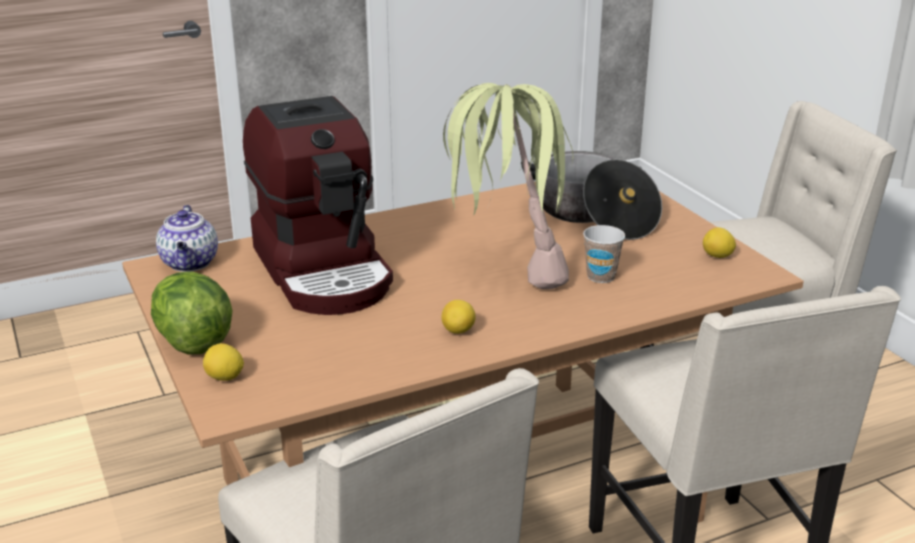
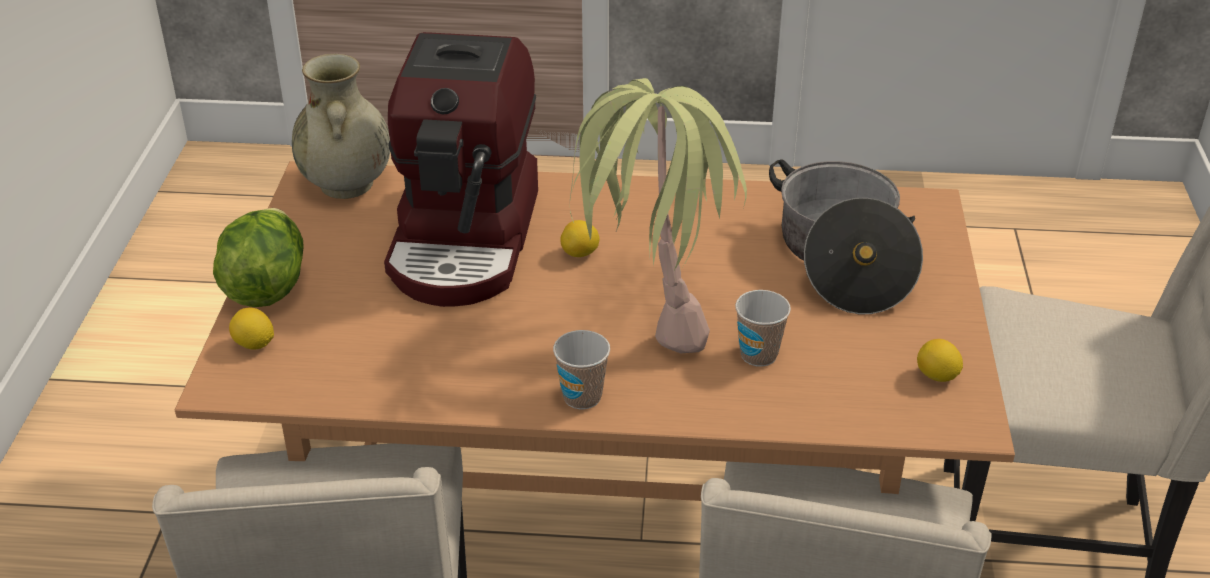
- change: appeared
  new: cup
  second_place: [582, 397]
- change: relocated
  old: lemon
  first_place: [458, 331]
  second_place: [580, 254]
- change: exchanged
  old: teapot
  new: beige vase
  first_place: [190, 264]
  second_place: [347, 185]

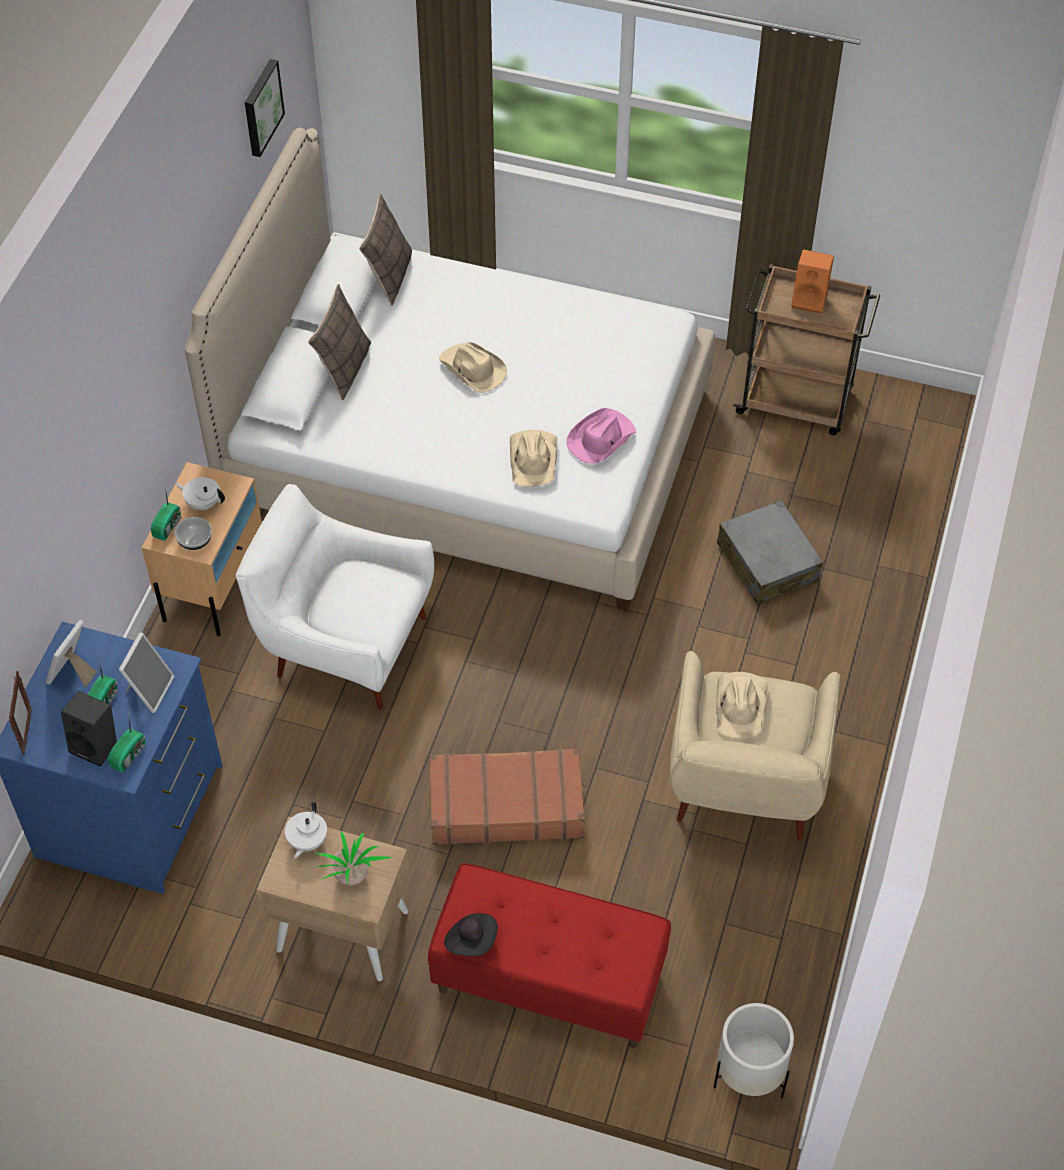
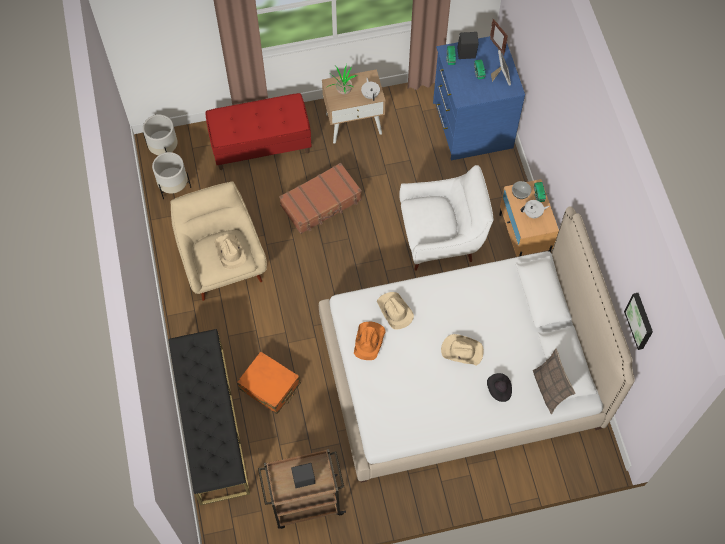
- change: missing
  old: picture frame
  first_place: [149, 689]
- change: missing
  old: pillow
  first_place: [344, 368]
- change: appeared
  new: white planter
  second_place: [174, 186]
- change: appeared
  new: black bench
  second_place: [211, 423]
- change: relocated
  old: black hat
  first_place: [472, 941]
  second_place: [499, 390]
- change: colour
  old: pink hat
  new: orange hat
  first_place: [600, 439]
  second_place: [369, 341]
- change: colour
  old: grey suitcase
  new: orange suitcase
  first_place: [767, 562]
  second_place: [269, 386]
- change: colour
  old: orange speaker
  new: black speaker
  first_place: [810, 300]
  second_place: [303, 481]

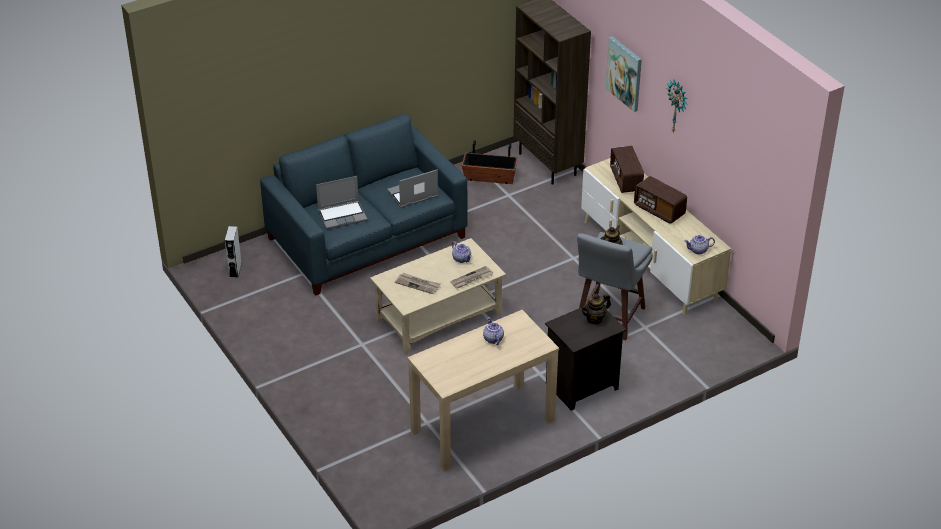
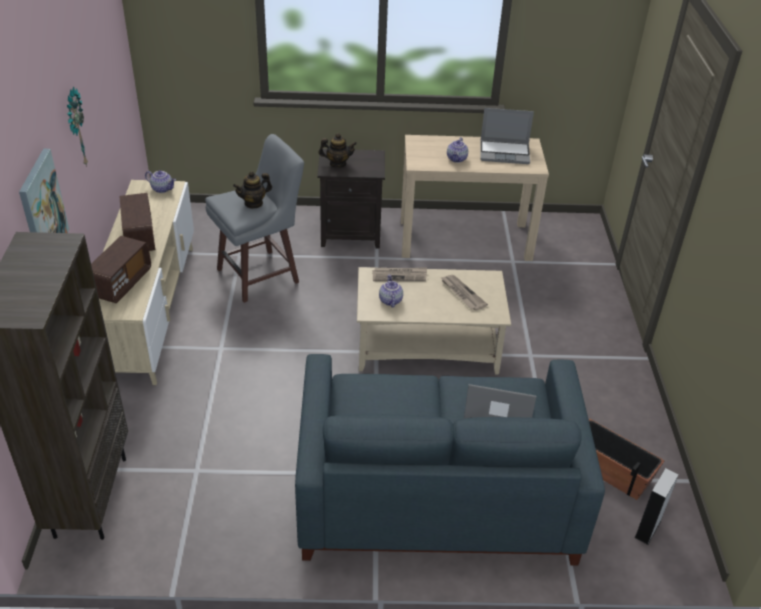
- change: relocated
  old: laptop
  first_place: [412, 194]
  second_place: [505, 153]
- change: relocated
  old: planter
  first_place: [489, 177]
  second_place: [610, 471]

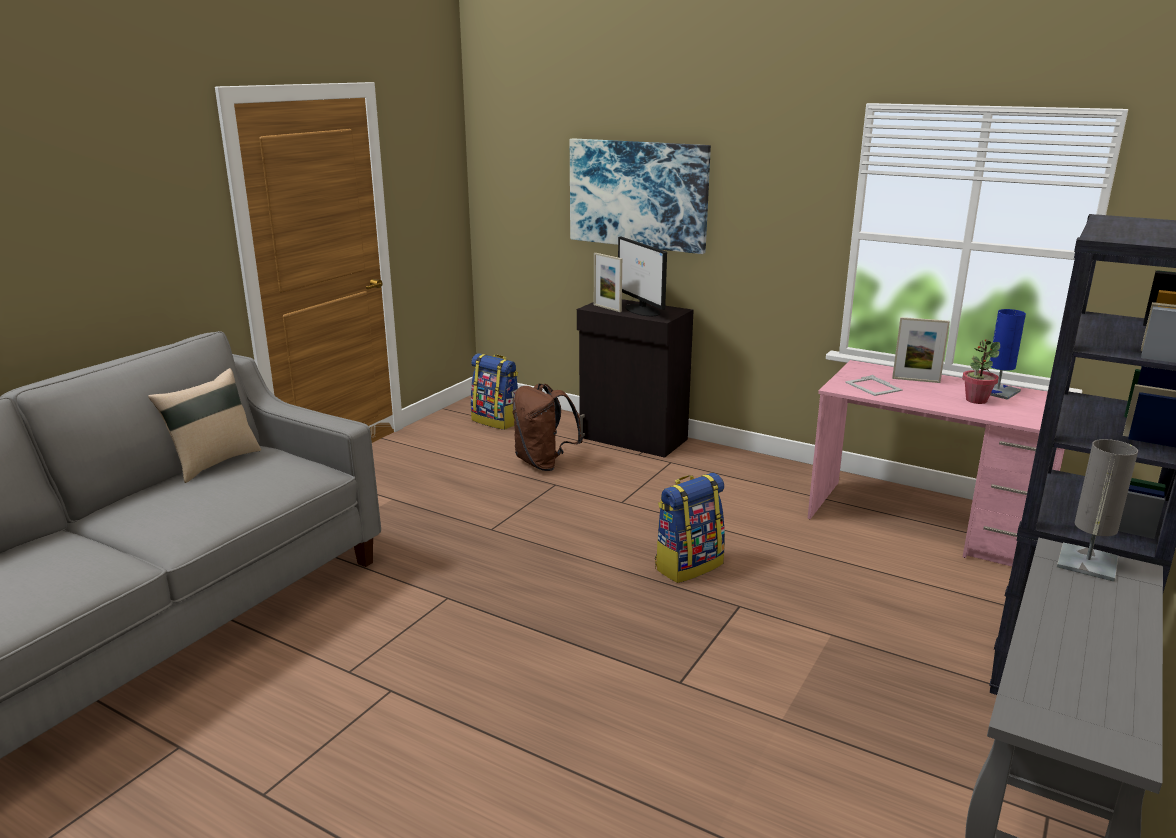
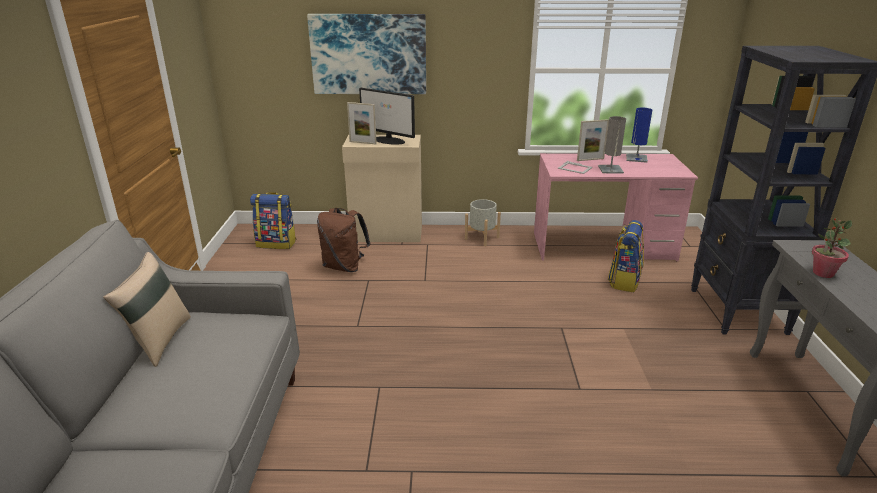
- change: appeared
  new: grey planter
  second_place: [482, 238]
- change: relocated
  old: backpack
  first_place: [688, 565]
  second_place: [624, 281]
- change: relocated
  old: potted plant
  first_place: [976, 400]
  second_place: [822, 273]
- change: relocated
  old: grey table lamp
  first_place: [1087, 563]
  second_place: [610, 169]
- change: colour
  old: black cabinet
  new: beige cabinet
  first_place: [633, 439]
  second_place: [387, 234]

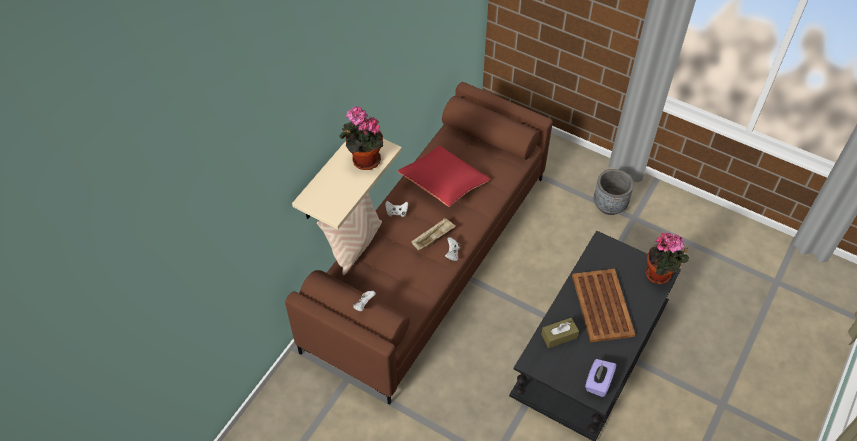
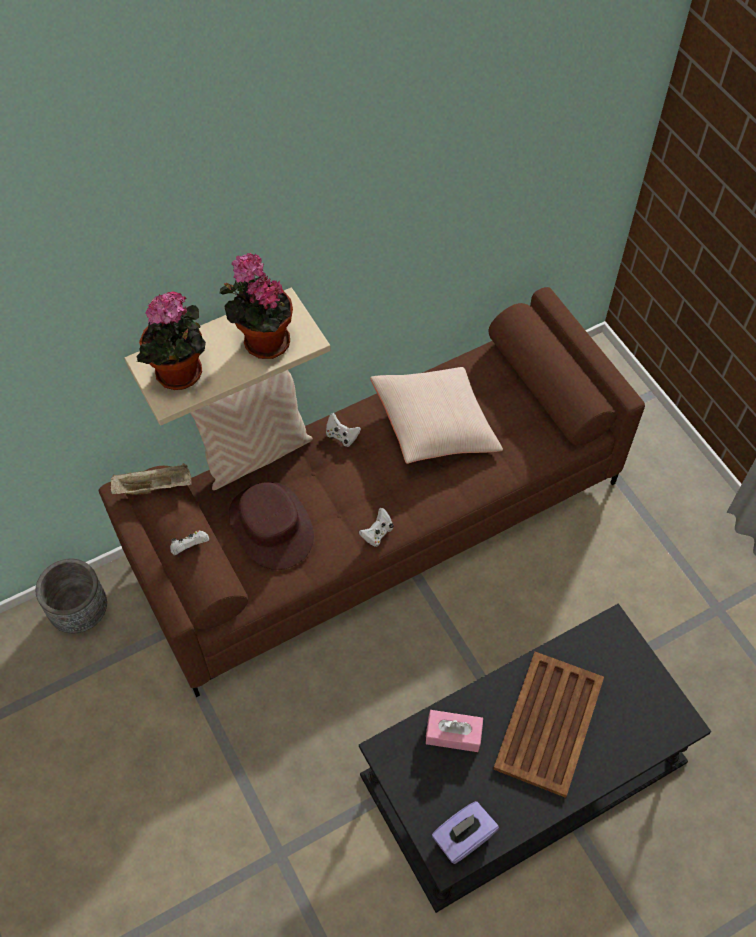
- change: appeared
  new: brown hat
  second_place: [271, 526]
- change: relocated
  old: beige tray
  first_place: [433, 238]
  second_place: [154, 486]
- change: relocated
  old: grey planter
  first_place: [609, 205]
  second_place: [81, 612]
- change: relocated
  old: potted plant
  first_place: [660, 275]
  second_place: [181, 376]
- change: colour
  old: red pillow
  new: beige pillow
  first_place: [444, 184]
  second_place: [435, 426]
- change: colour
  old: brown tissue box
  new: pink tissue box
  first_place: [559, 336]
  second_place: [453, 734]

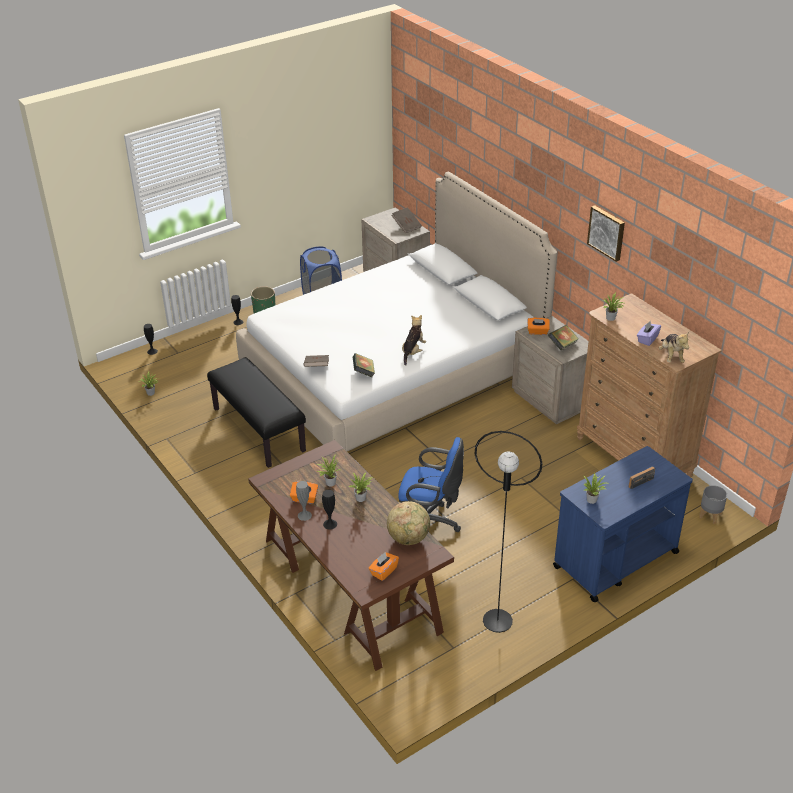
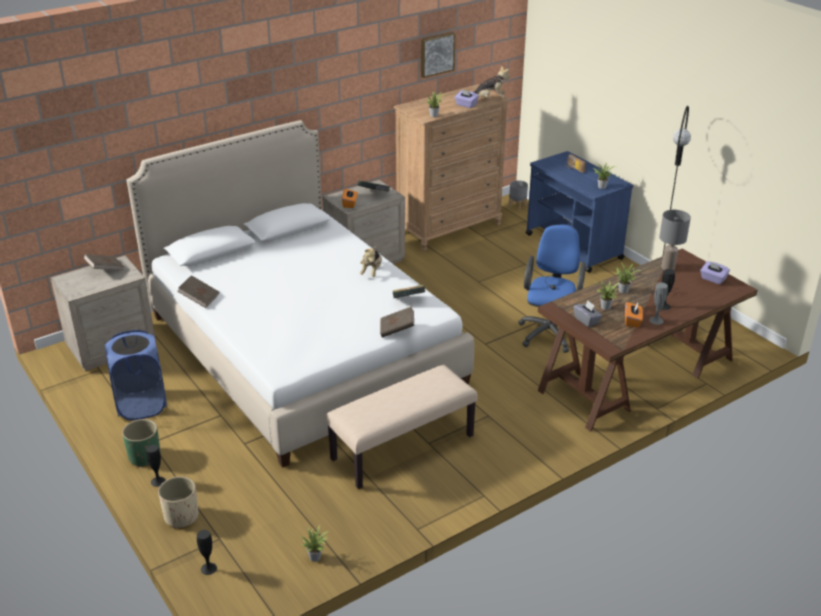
- change: appeared
  new: beige planter
  second_place: [181, 516]
- change: appeared
  new: brown book
  second_place: [199, 299]
- change: appeared
  new: grey tissue box
  second_place: [586, 320]
- change: relocated
  old: picture
  first_place: [607, 232]
  second_place: [436, 54]
- change: exchanged
  old: globe
  new: grey table lamp
  first_place: [408, 538]
  second_place: [667, 267]
- change: colour
  old: black bench
  new: beige bench
  first_place: [259, 429]
  second_place: [402, 447]
- change: colour
  old: orange tissue box
  new: purple tissue box
  first_place: [383, 571]
  second_place: [713, 279]
- change: spun
  old: plush toy
  first_place: [413, 352]
  second_place: [371, 271]
  degrees: -105

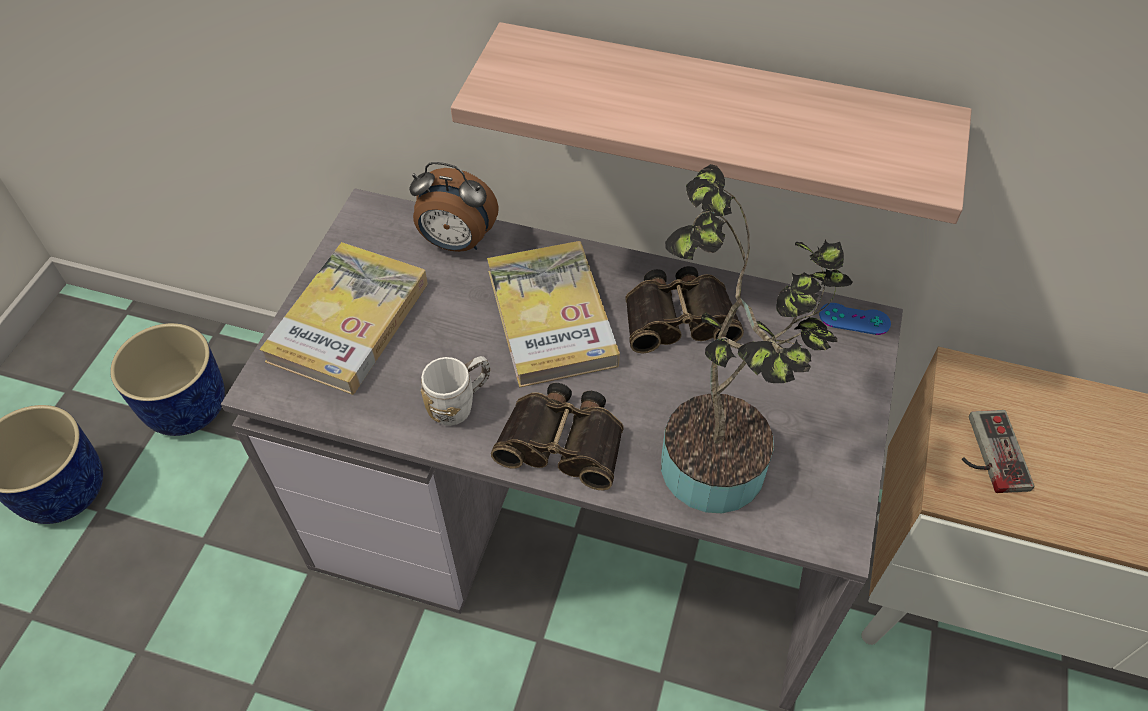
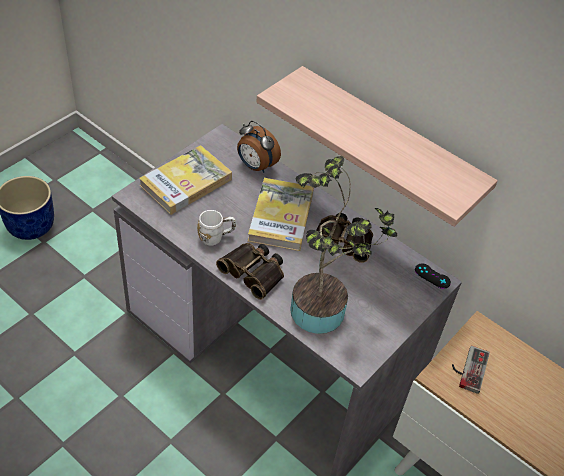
- change: missing
  old: blue planter
  first_place: [187, 405]
- change: colour
  old: blue game controller
  new: black game controller
  first_place: [854, 319]
  second_place: [432, 276]

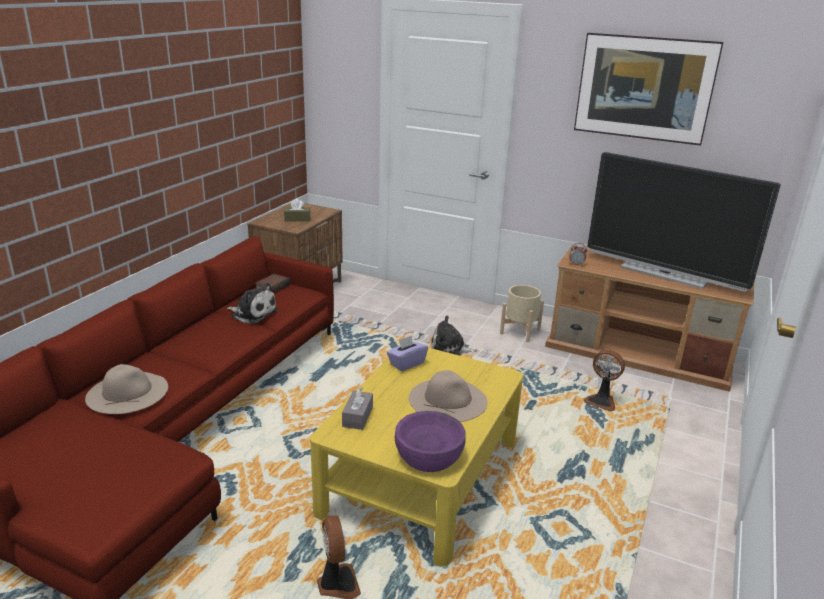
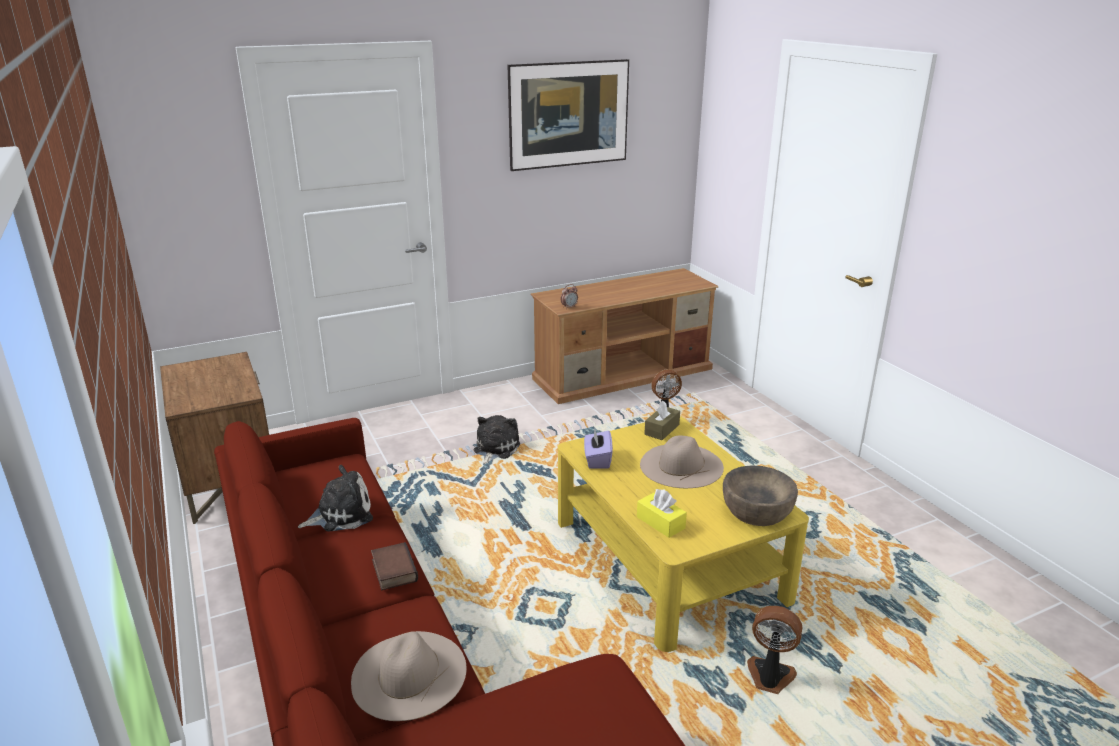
- change: missing
  old: beige planter
  first_place: [520, 331]
- change: missing
  old: television
  first_place: [664, 274]
- change: relocated
  old: book
  first_place: [272, 286]
  second_place: [392, 570]
- change: relocated
  old: brown tissue box
  first_place: [297, 219]
  second_place: [662, 429]
- change: colour
  old: grey tissue box
  new: yellow tissue box
  first_place: [357, 417]
  second_place: [660, 522]
- change: colour
  old: purple bowl
  new: brown bowl
  first_place: [428, 455]
  second_place: [756, 510]
- change: spun
  old: plush toy
  first_place: [450, 349]
  second_place: [494, 449]
  degrees: 150

